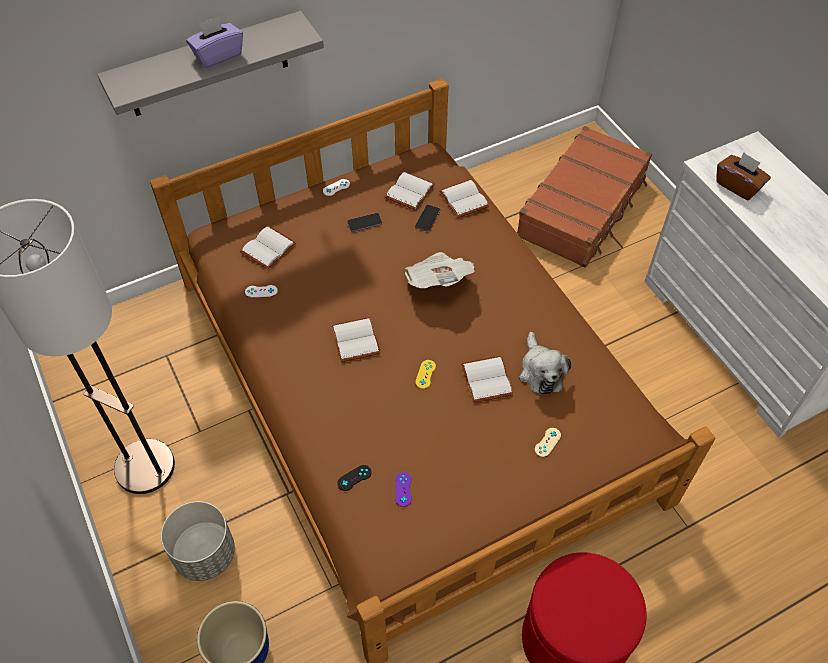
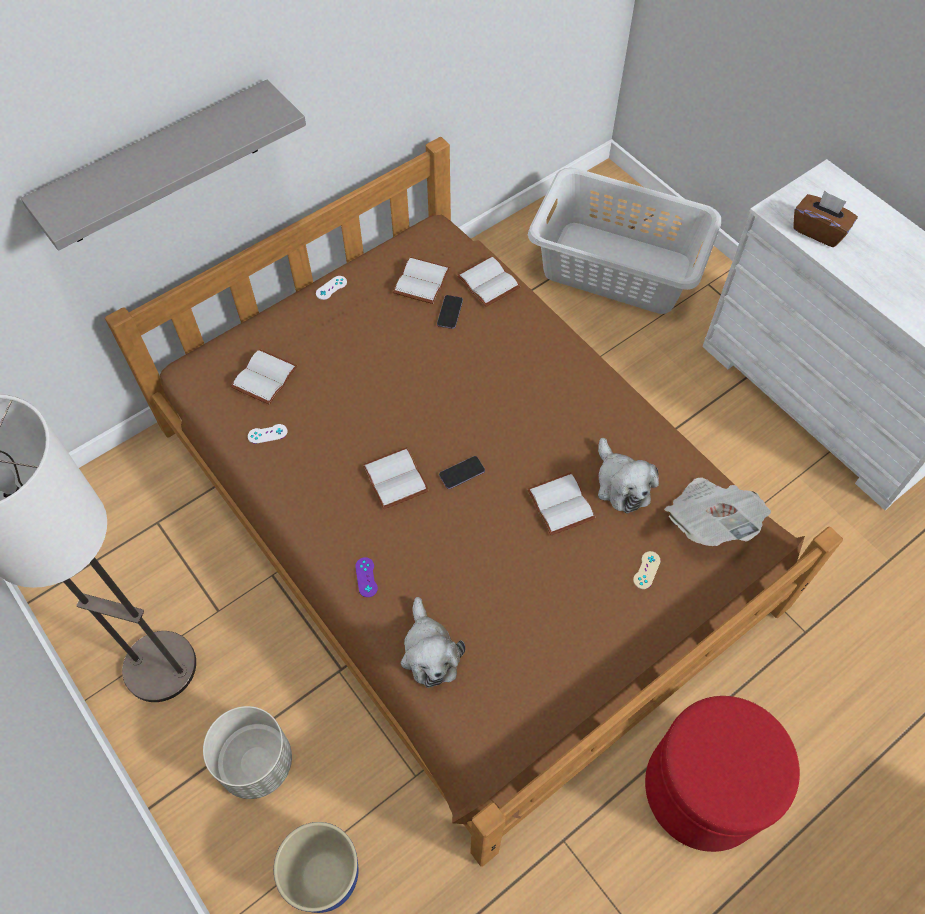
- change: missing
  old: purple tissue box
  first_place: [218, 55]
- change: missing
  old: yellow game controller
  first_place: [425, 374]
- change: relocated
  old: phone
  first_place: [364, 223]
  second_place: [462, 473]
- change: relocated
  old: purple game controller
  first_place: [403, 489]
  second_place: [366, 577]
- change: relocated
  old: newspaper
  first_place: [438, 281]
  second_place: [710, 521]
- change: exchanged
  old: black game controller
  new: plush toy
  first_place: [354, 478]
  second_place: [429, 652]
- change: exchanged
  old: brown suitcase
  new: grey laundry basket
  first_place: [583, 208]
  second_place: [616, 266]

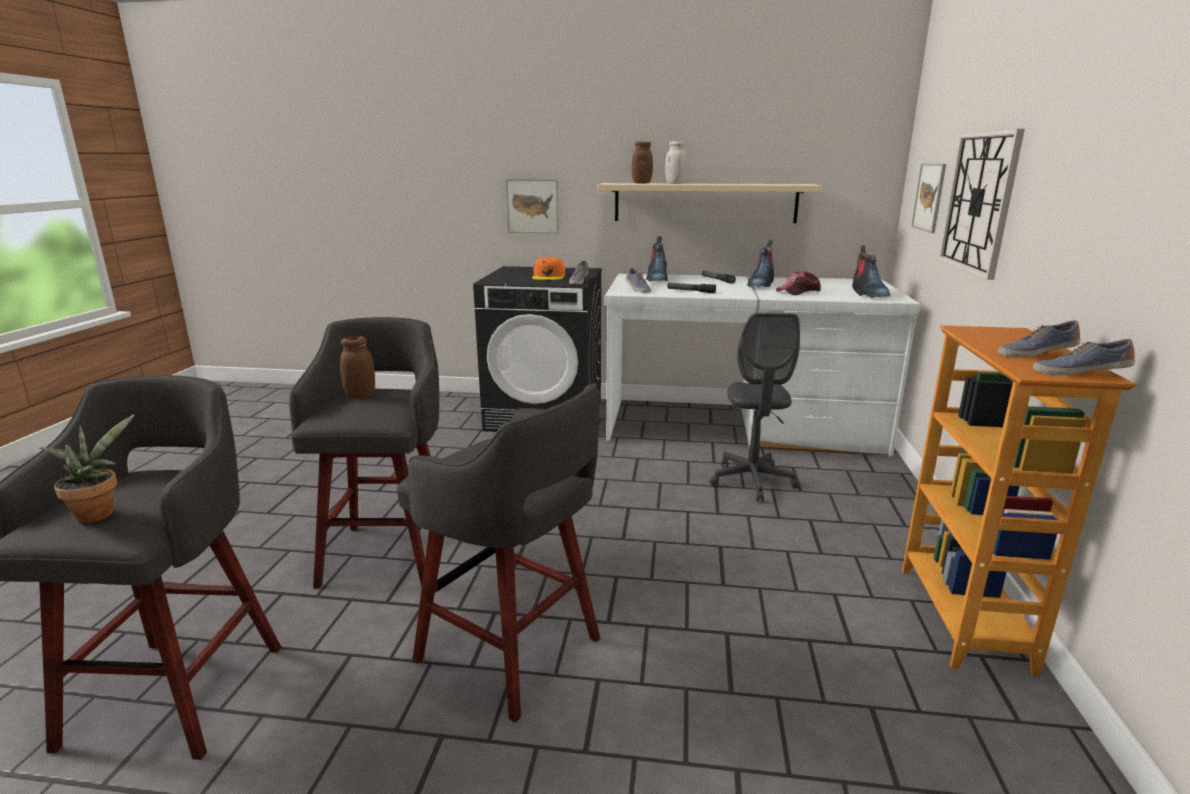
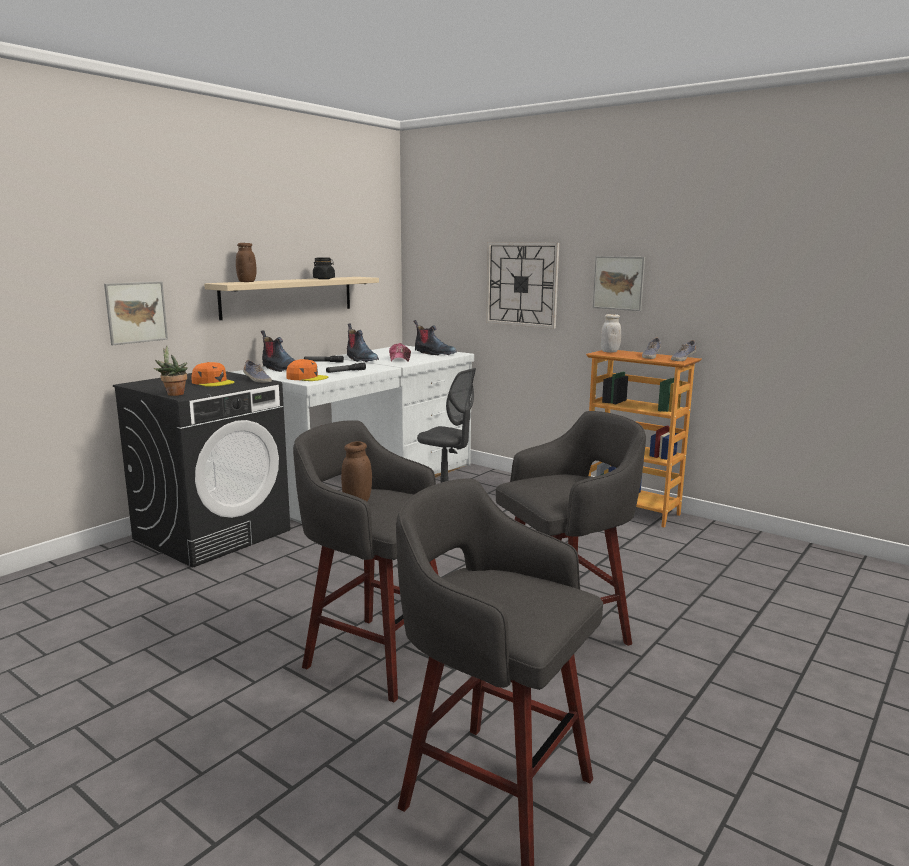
- change: appeared
  new: black jar
  second_place: [324, 279]
- change: relocated
  old: potted plant
  first_place: [99, 513]
  second_place: [174, 394]
- change: relocated
  old: white jar
  first_place: [675, 183]
  second_place: [609, 351]
- change: relocated
  old: picture
  first_place: [929, 197]
  second_place: [618, 283]
- change: exchanged
  old: shoe
  new: orange cap
  first_place: [637, 289]
  second_place: [307, 378]

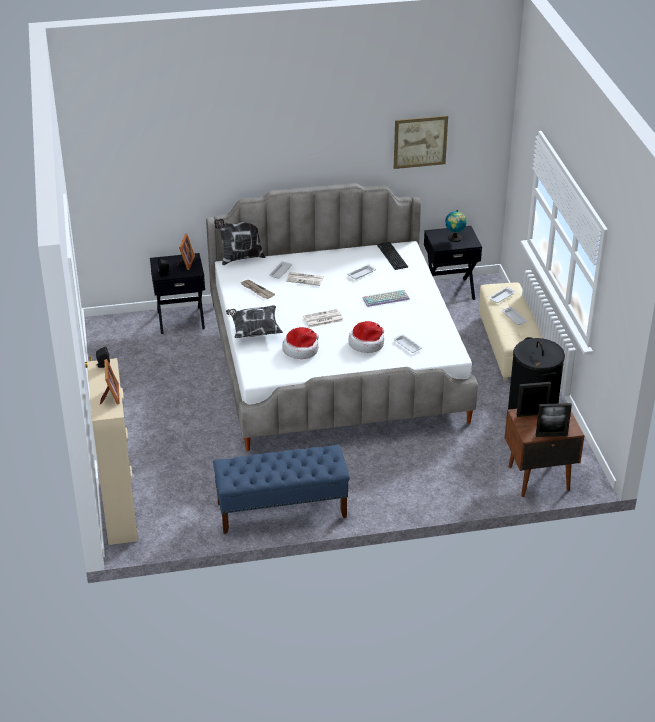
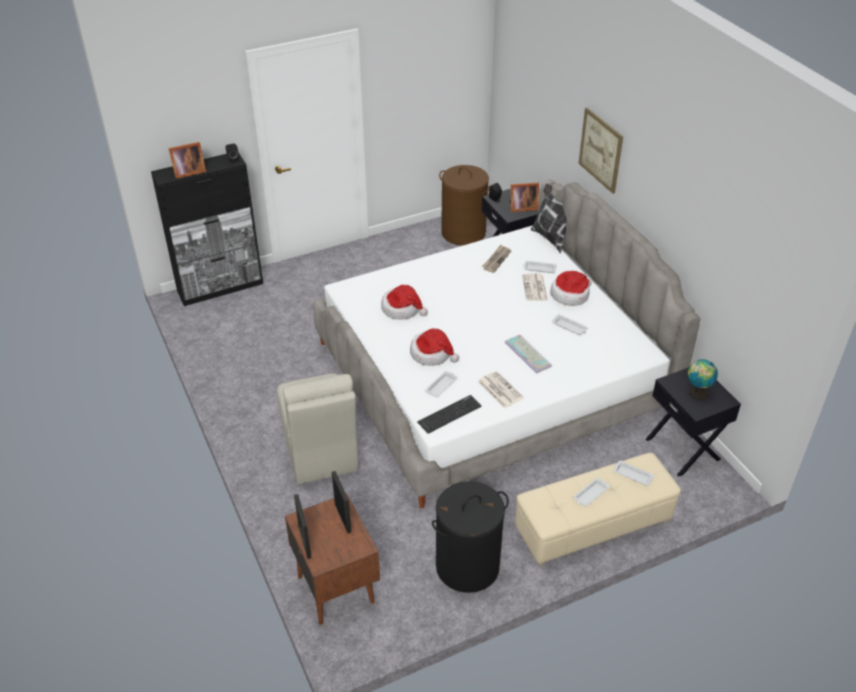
- change: missing
  old: blue bench
  first_place: [281, 510]
- change: missing
  old: pillow
  first_place: [254, 330]
- change: appeared
  new: beige chair
  second_place: [320, 451]
- change: appeared
  new: brown laundry basket
  second_place: [463, 233]
- change: appeared
  new: hat
  second_place: [570, 295]
- change: relocated
  old: newspaper
  first_place: [322, 319]
  second_place: [499, 390]
- change: relocated
  old: keyboard
  first_place: [392, 256]
  second_place: [449, 414]
- change: relocated
  old: picture
  first_place: [420, 141]
  second_place: [600, 150]
- change: colour
  old: beige cabinet
  new: black cabinet
  first_place: [120, 511]
  second_place: [221, 287]

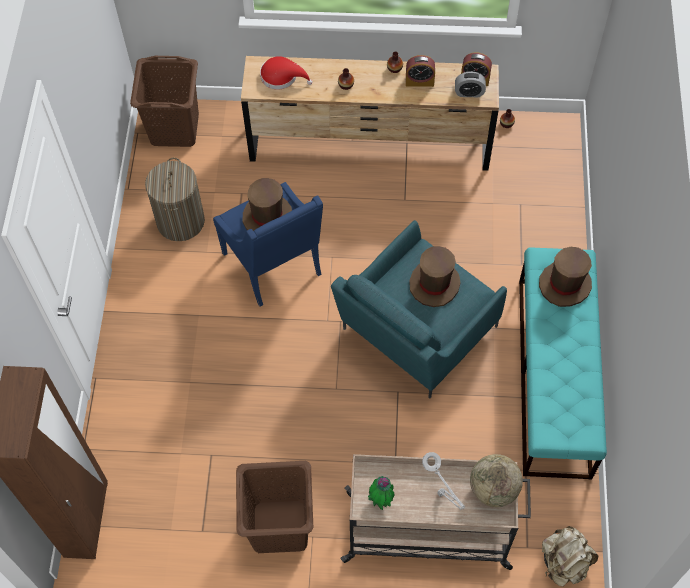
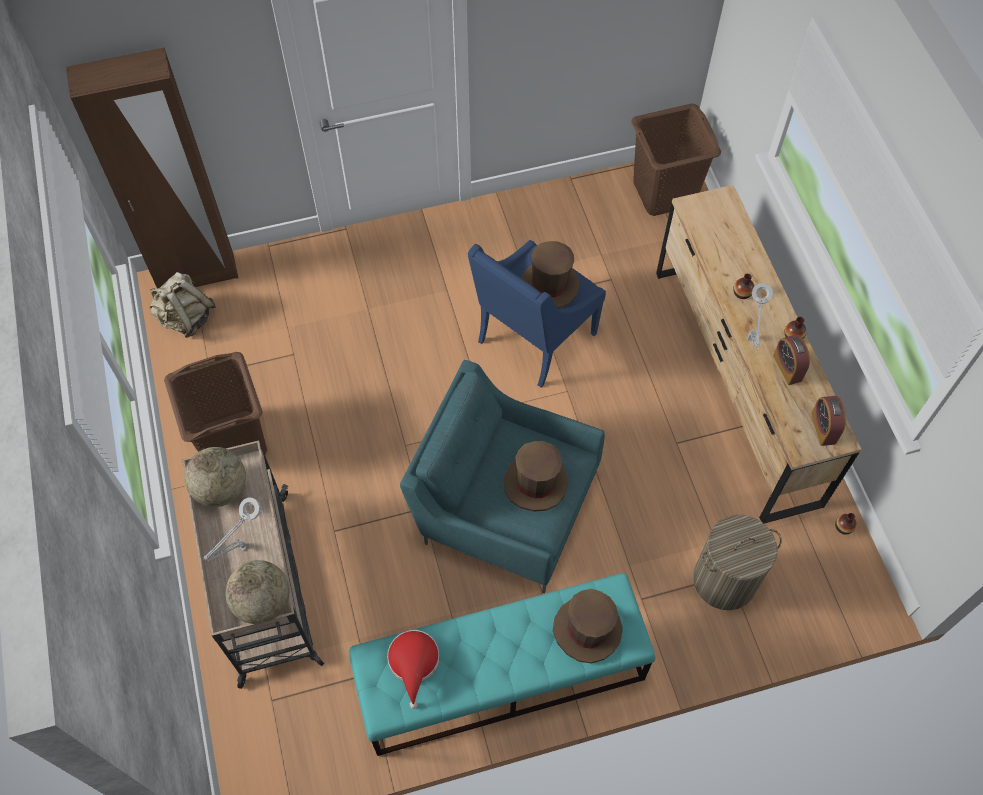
- change: missing
  old: alarm clock
  first_place: [469, 93]
- change: appeared
  new: grey table lamp
  second_place: [750, 341]
- change: relocated
  old: laundry basket
  first_place: [180, 221]
  second_place: [724, 580]
- change: relocated
  old: red hat
  first_place: [282, 76]
  second_place: [414, 663]
- change: relocated
  old: beige backpack
  first_place: [564, 562]
  second_place: [186, 318]
- change: exchanged
  old: potted plant
  new: globe
  first_place: [381, 500]
  second_place: [221, 489]

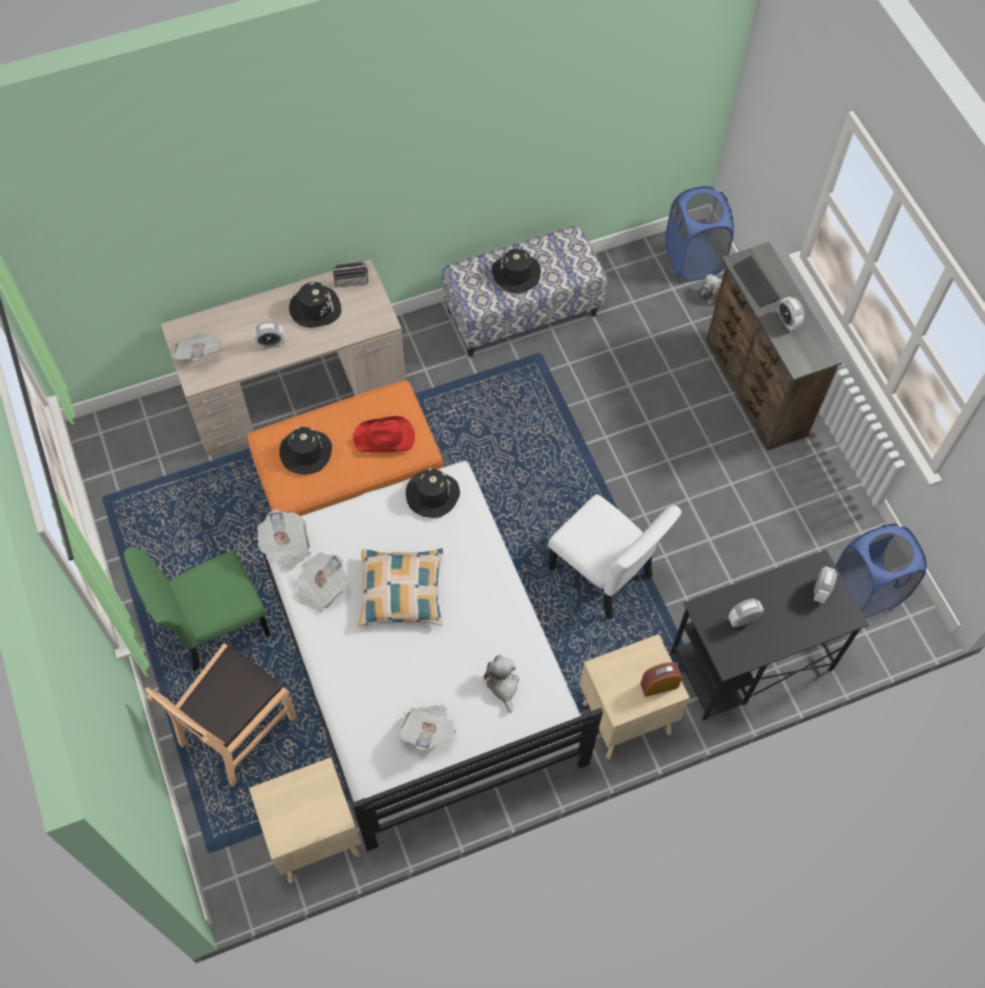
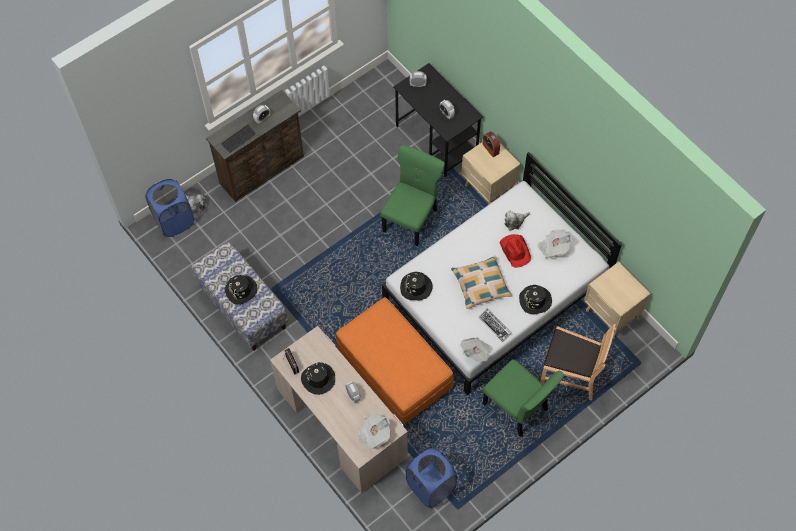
- change: relocated
  old: black hat
  first_place: [306, 452]
  second_place: [535, 300]
- change: relocated
  old: red hat
  first_place: [385, 438]
  second_place: [515, 250]
- change: relocated
  old: blue laundry basket
  first_place: [866, 590]
  second_place: [430, 486]
- change: exchanged
  old: newspaper
  new: keyboard
  first_place: [321, 588]
  second_place: [494, 326]
- change: colour
  old: white chair
  new: green chair
  first_place: [603, 576]
  second_place: [411, 218]

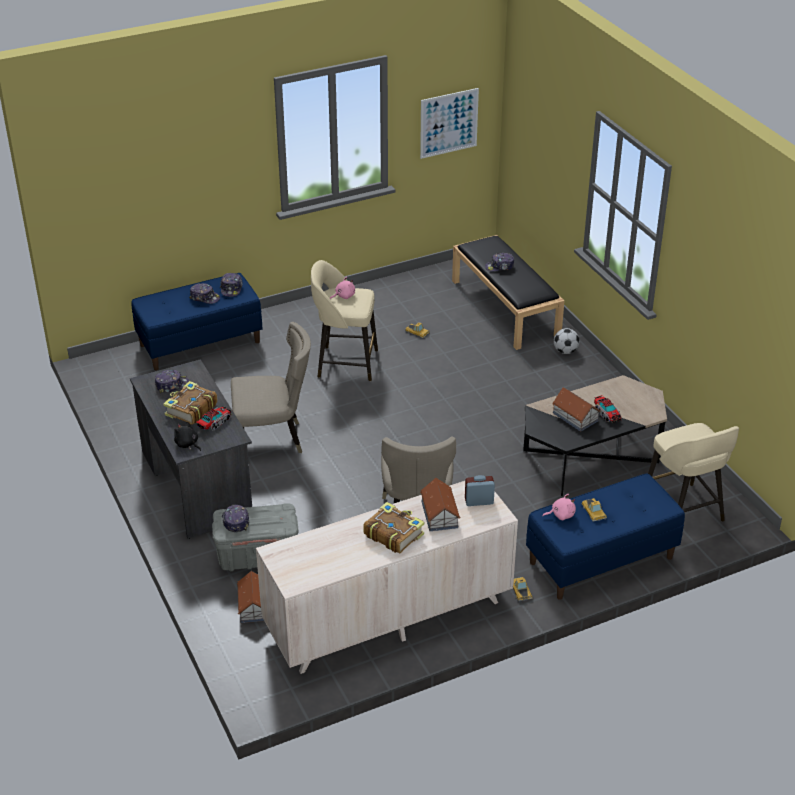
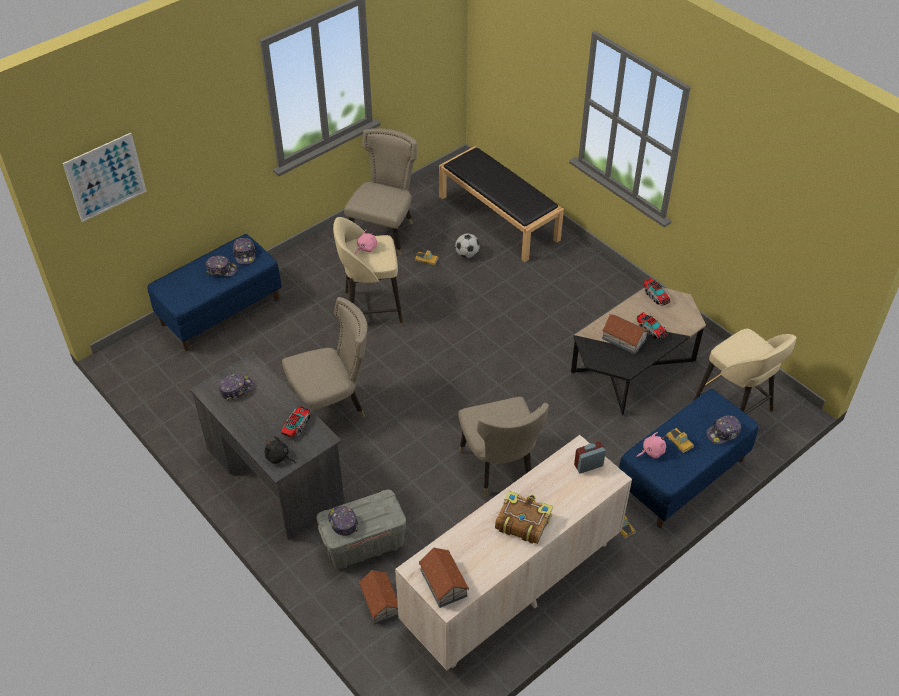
- change: missing
  old: book
  first_place: [190, 410]
- change: appeared
  new: beige chair
  second_place: [385, 232]
- change: appeared
  new: toy truck
  second_place: [655, 296]
- change: relocated
  old: picture
  first_place: [449, 123]
  second_place: [105, 177]
- change: relocated
  old: toy house
  first_place: [439, 514]
  second_place: [443, 582]
- change: relocated
  old: cap
  first_place: [500, 267]
  second_place: [723, 433]
- change: relocated
  old: football
  first_place: [565, 351]
  second_place: [467, 254]

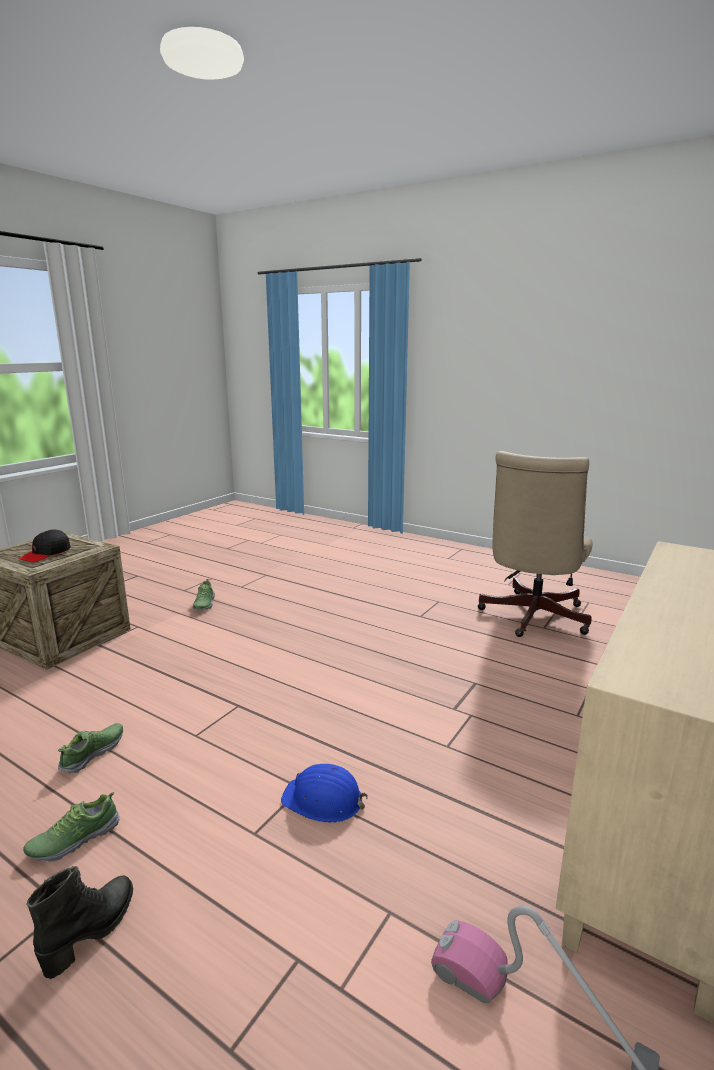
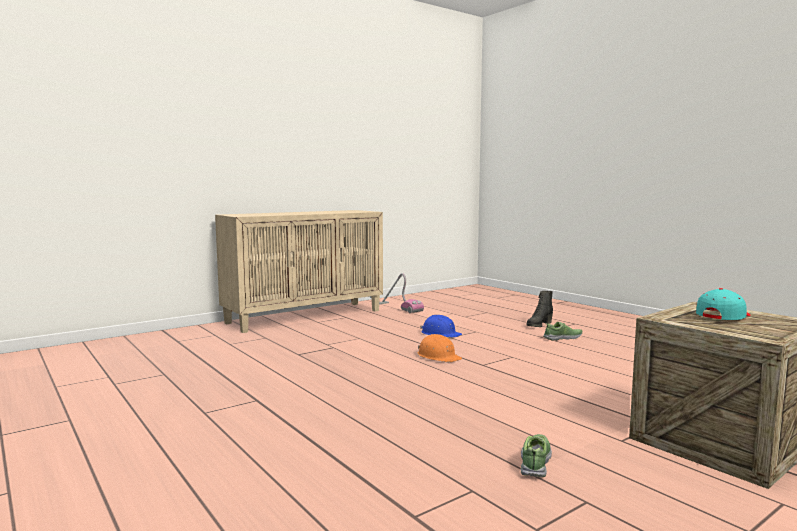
- change: missing
  old: shoe
  first_place: [93, 753]
- change: missing
  old: beige office chair
  first_place: [531, 618]
- change: appeared
  new: orange hard hat
  second_place: [438, 356]
- change: colour
  old: black cap
  new: turquoise cap
  first_place: [46, 554]
  second_place: [723, 316]

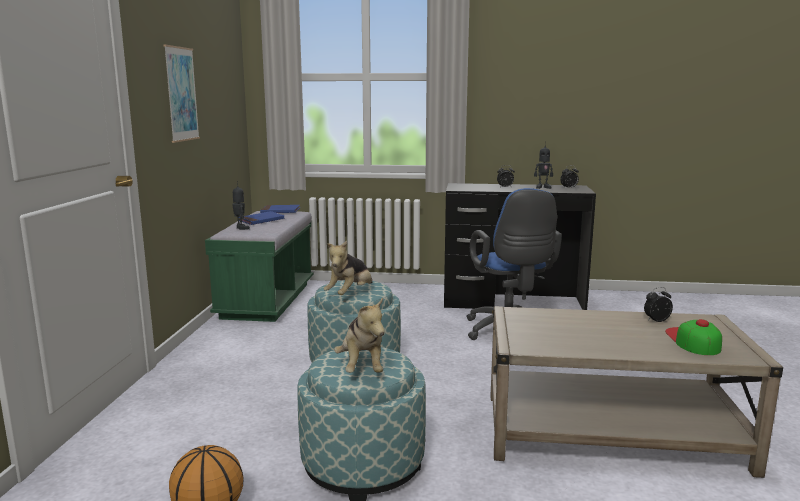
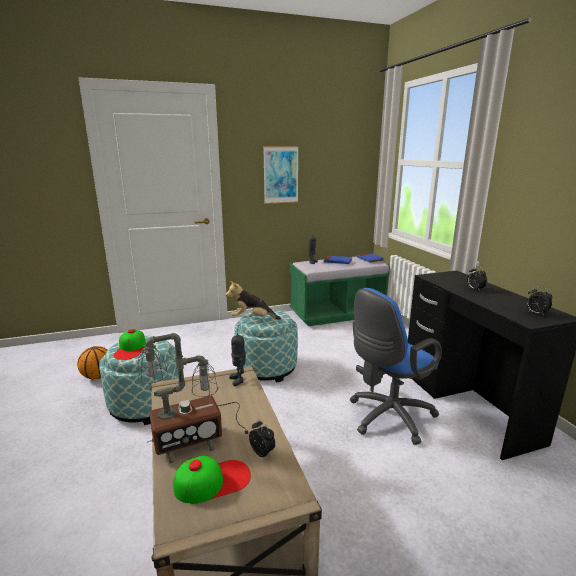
- change: appeared
  new: table lamp
  second_place: [196, 435]
- change: relocated
  old: toy robot
  first_place: [543, 187]
  second_place: [238, 380]
- change: exchanged
  old: plush toy
  new: cap
  first_place: [362, 367]
  second_place: [130, 348]

